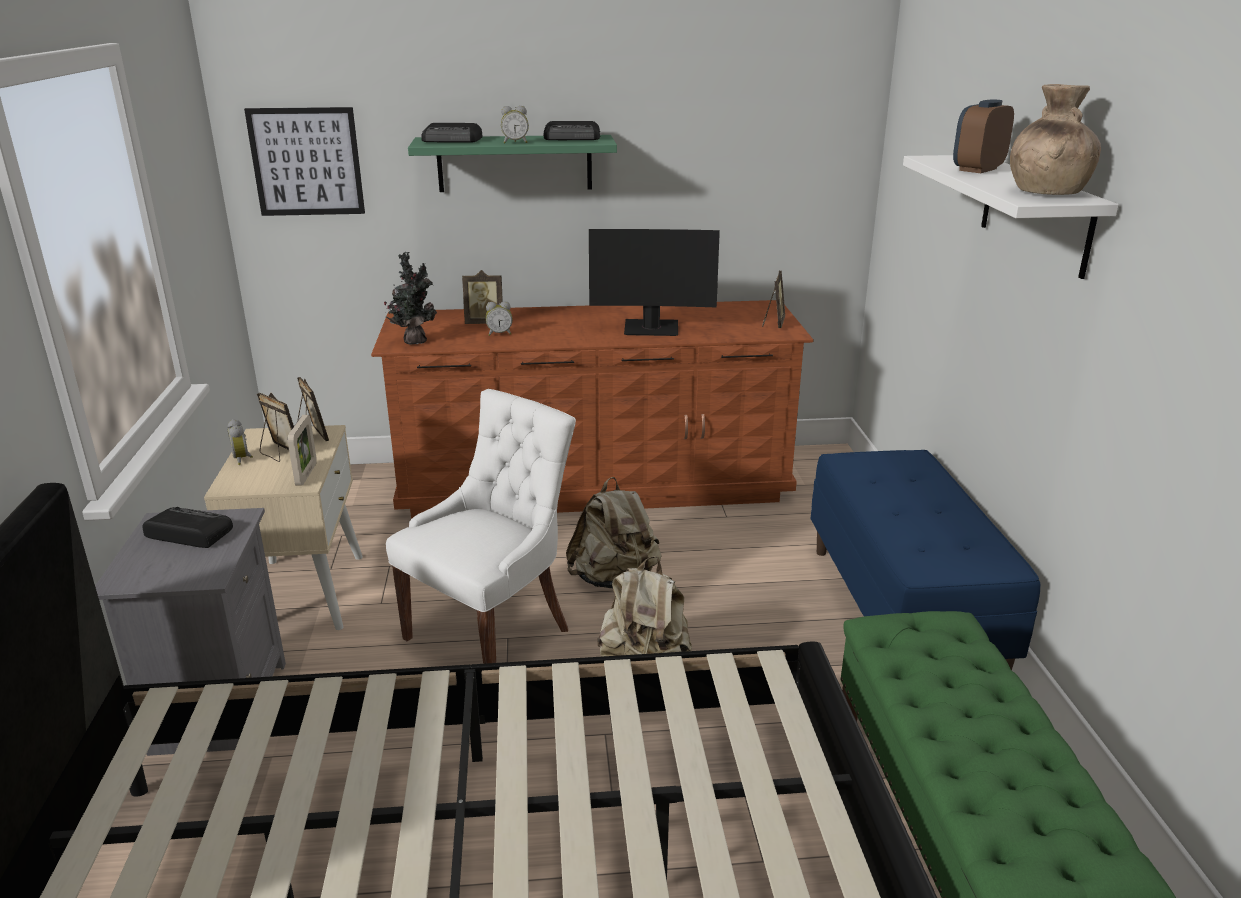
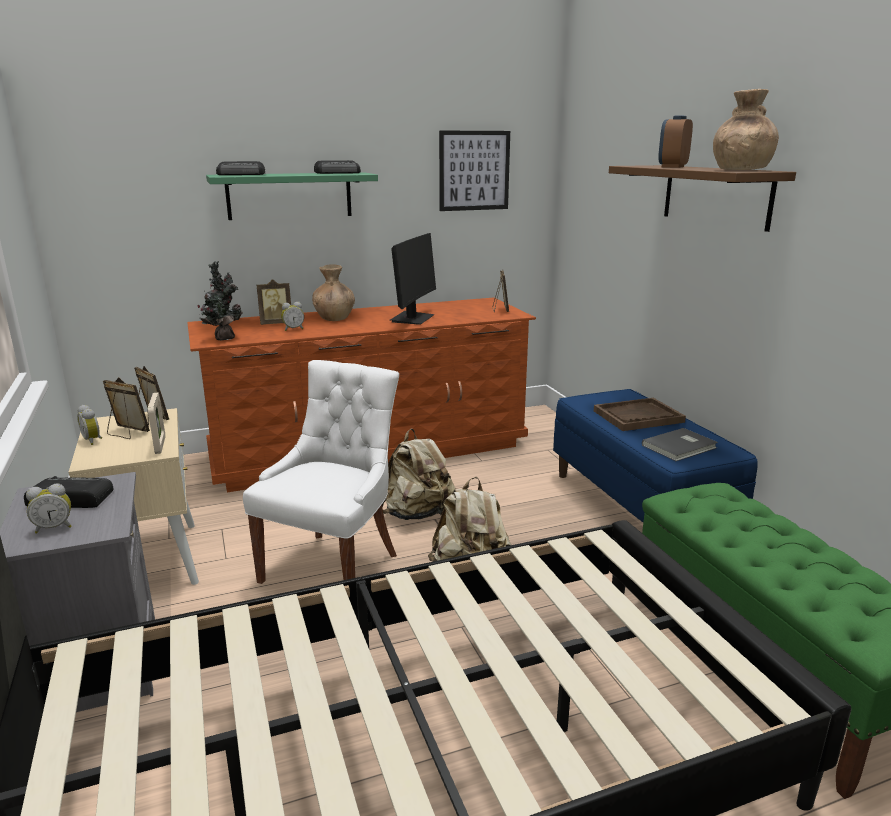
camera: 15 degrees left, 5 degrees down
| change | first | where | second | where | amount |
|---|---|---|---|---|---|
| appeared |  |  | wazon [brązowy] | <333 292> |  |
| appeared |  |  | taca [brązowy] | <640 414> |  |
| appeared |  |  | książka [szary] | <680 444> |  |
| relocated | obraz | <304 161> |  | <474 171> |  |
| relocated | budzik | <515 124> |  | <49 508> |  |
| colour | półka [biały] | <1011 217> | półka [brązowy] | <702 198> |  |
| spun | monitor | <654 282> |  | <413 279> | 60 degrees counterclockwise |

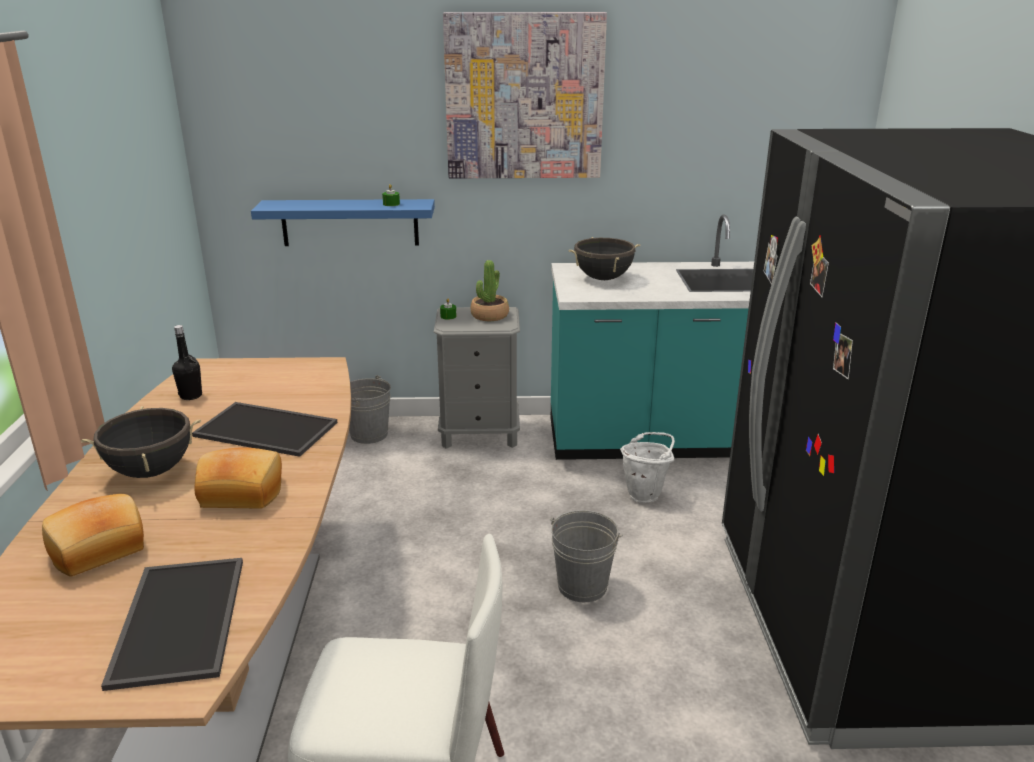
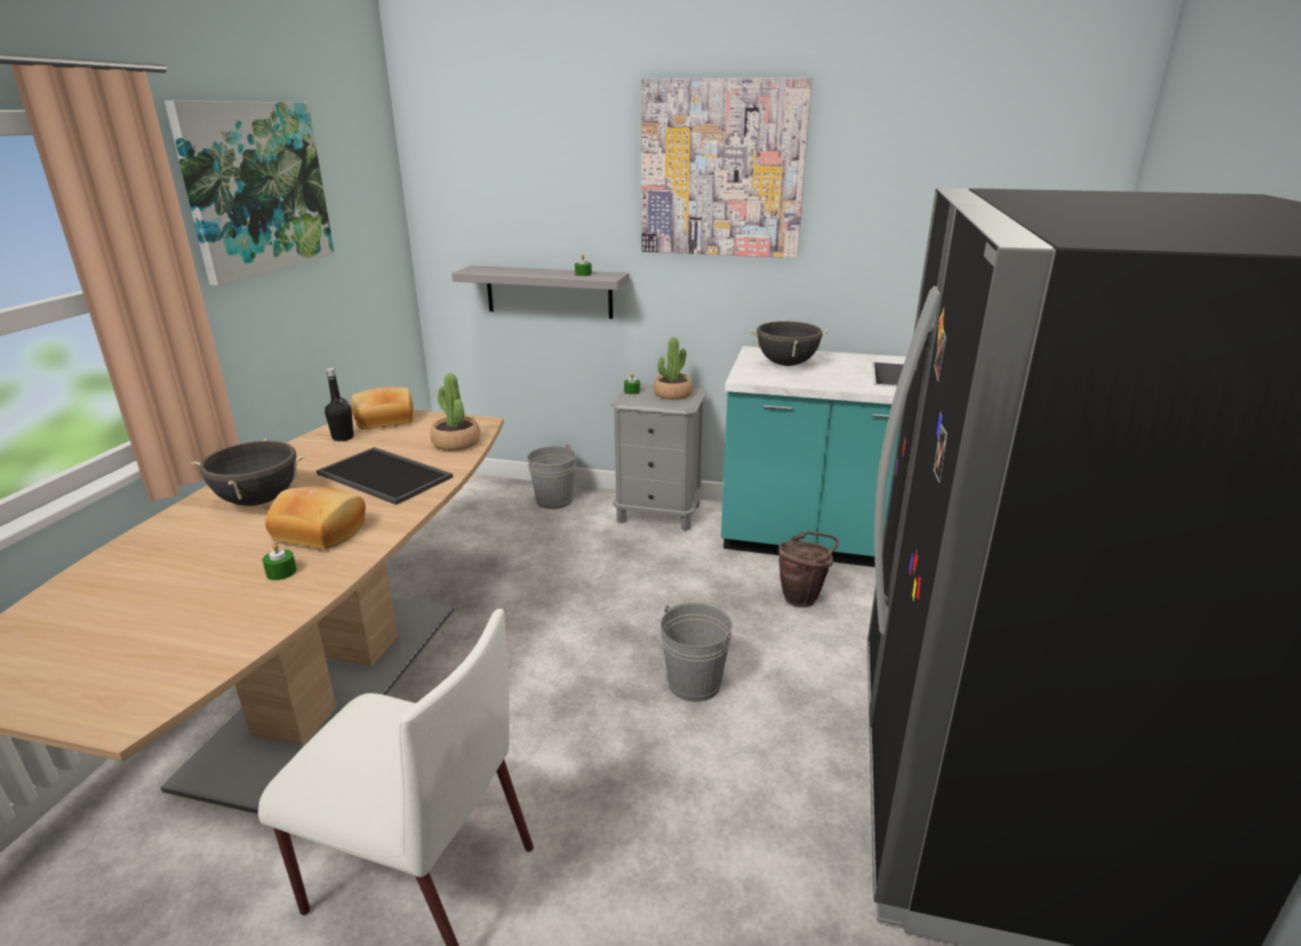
camera: 15 degrees right, 0 degrees up
| change | first | where | second | where | amount |
|---|---|---|---|---|---|
| missing | taca | <172 624> |  |  |  |
| appeared |  |  | obraz | <249 193> |  |
| appeared |  |  | świeca [zielony] | <279 561> |  |
| appeared |  |  | roślina doniczkowa | <455 412> |  |
| relocated | chleb | <93 535> |  | <382 408> |  |
| colour | półka [niebieski] | <343 222> | półka [szary] | <540 292> |  |
| colour | wiadro [biały] | <647 467> | wiadro [brązowy] | <808 569> |  |

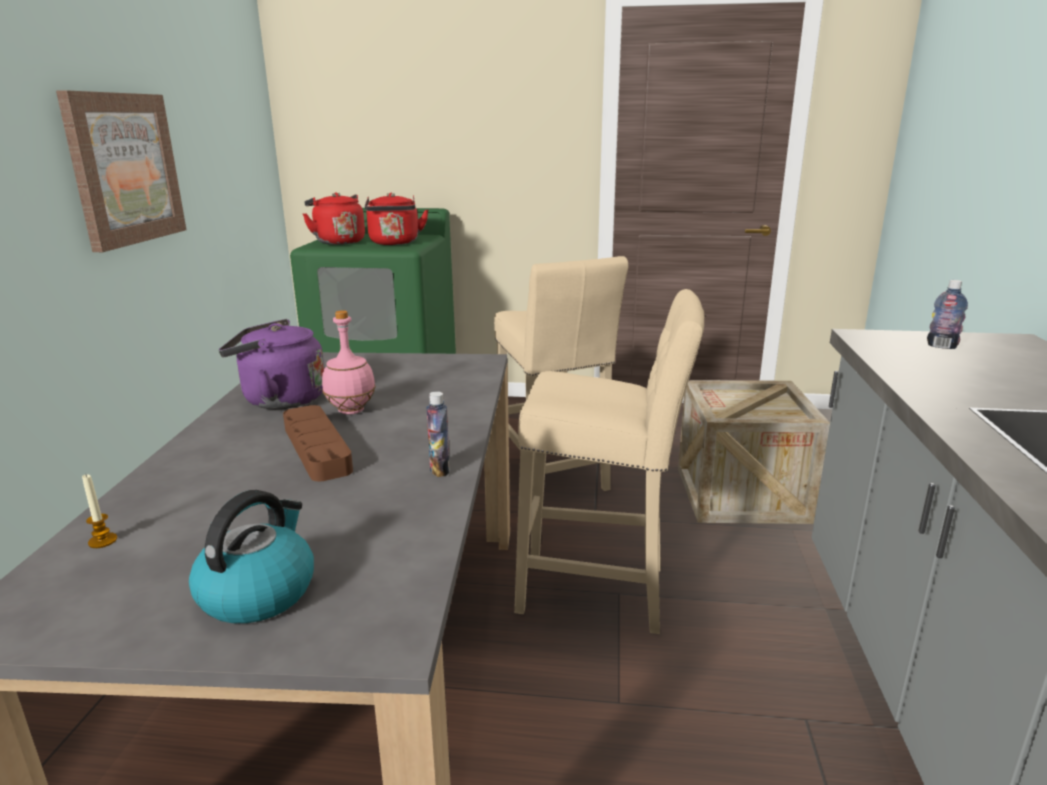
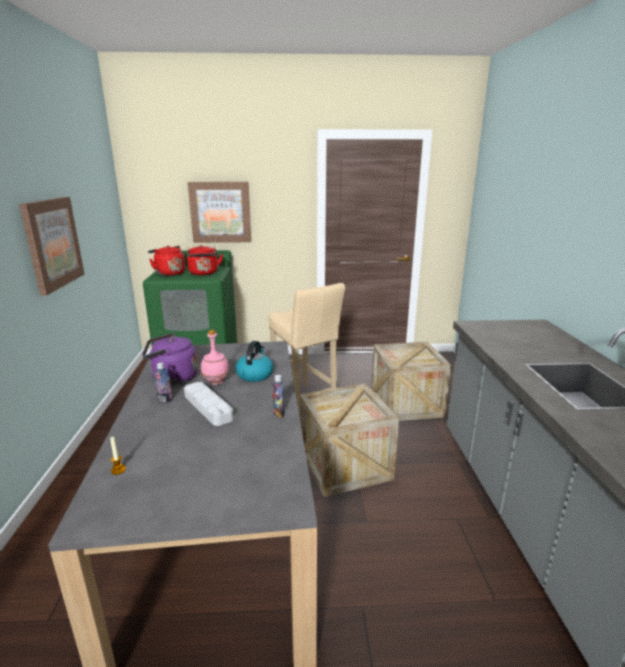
camera: 10 degrees left, 0 degrees up
| change | first | where | second | where | amount |
|---|---|---|---|---|---|
| appeared |  |  | obraz | <219 212> |  |
| relocated | czajnik | <251 556> |  | <254 361> |  |
| relocated | butelka | <947 314> |  | <163 382> |  |
| exchanged | stołek [beżowy] | <609 461> | skrzynka | <349 440> |  |
| colour | taca [brązowy] | <318 443> | taca [szary] | <209 404> |  |

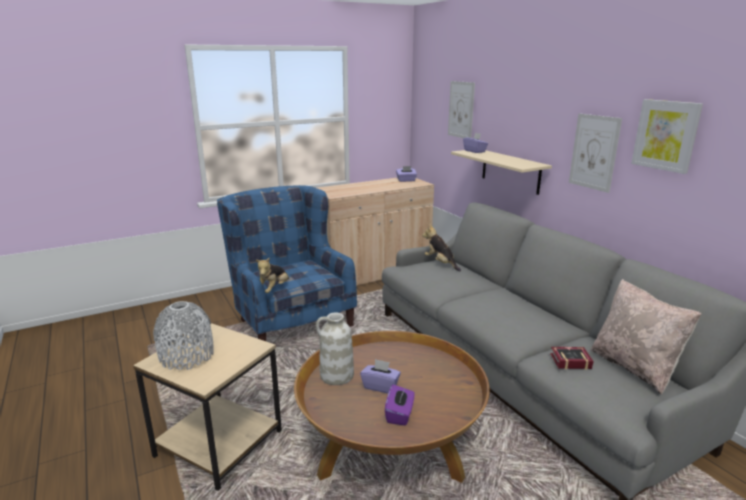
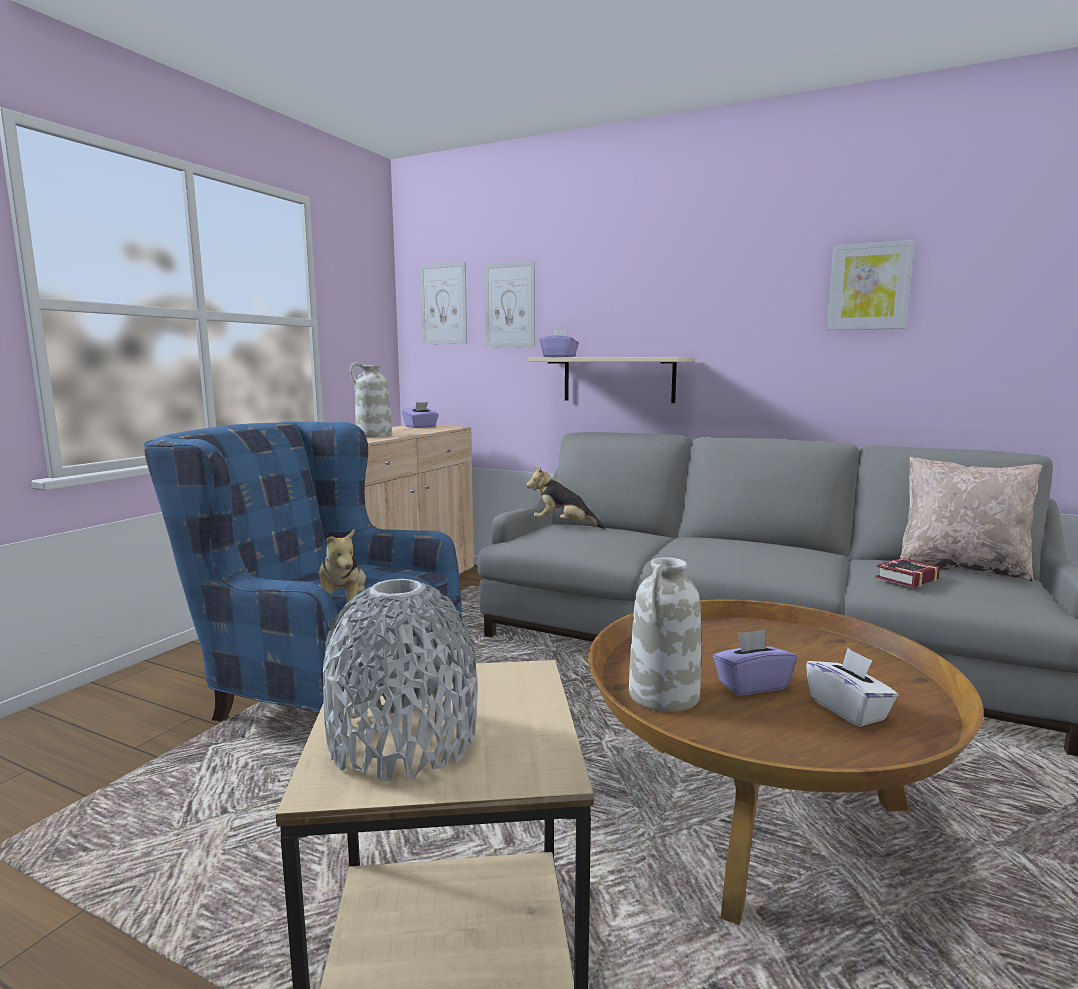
camera: 35 degrees left, 10 degrees down
| change | first | where | second | where | amount |
|---|---|---|---|---|---|
| appeared |  |  | wazon [biały] | <371 399> |  |
| relocated | obraz | <595 153> |  | <443 303> |  |
| colour | pudełko chusteczek [fioletowy] | <400 405> | pudełko chusteczek [biały] | <852 687> |  |

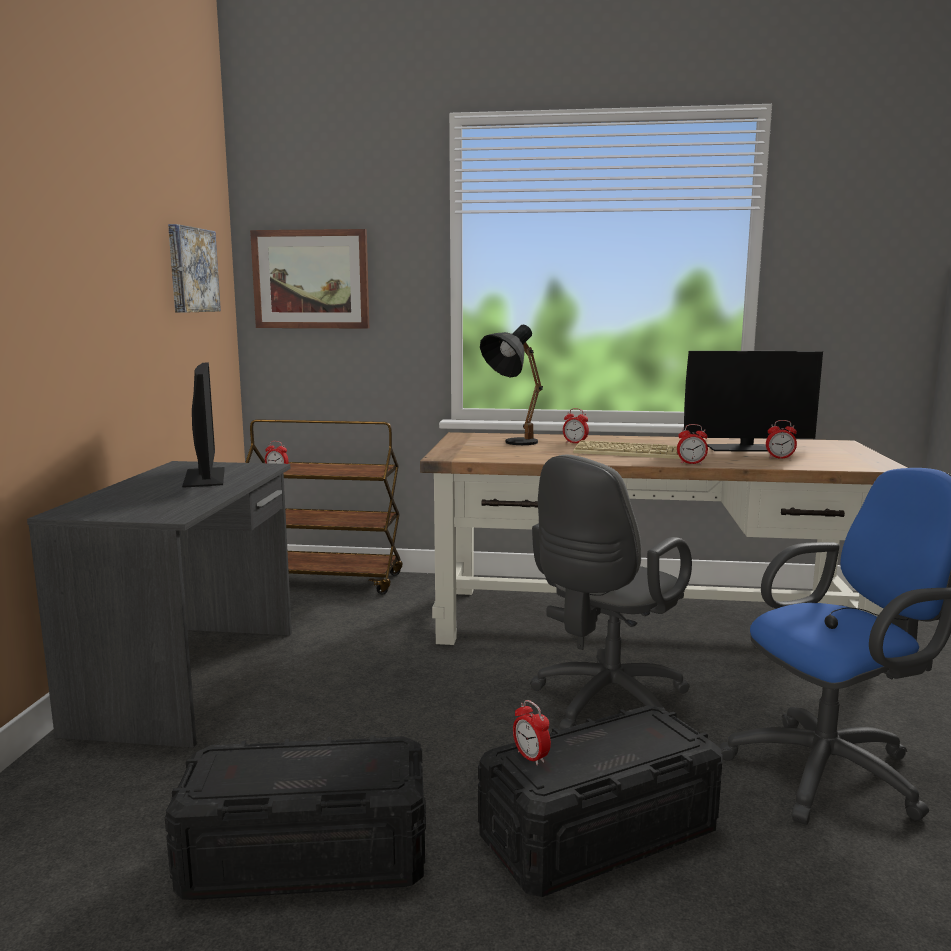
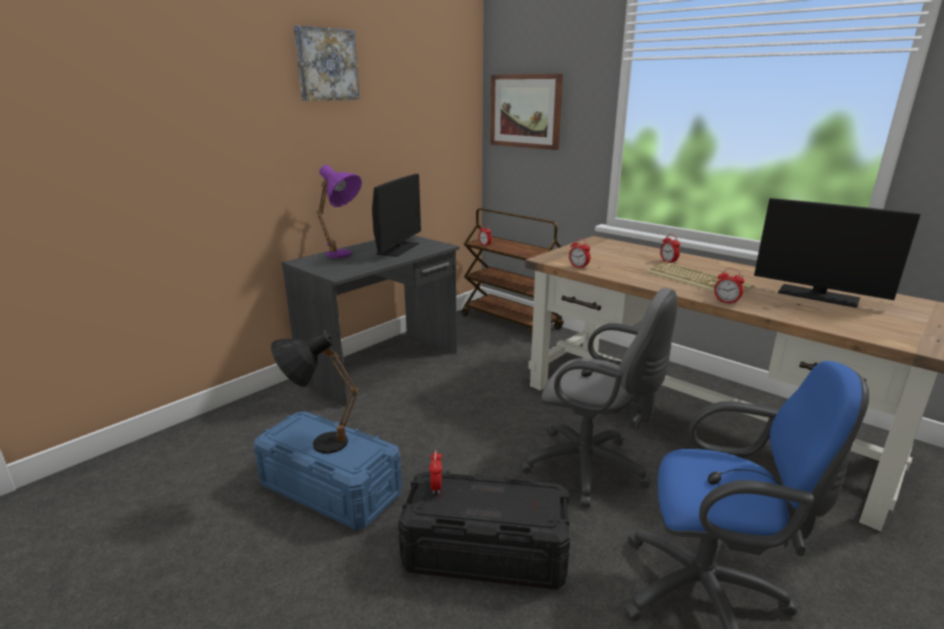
camera: 35 degrees right, 10 degrees up
| change | first | where | second | where | amount |
|---|---|---|---|---|---|
| appeared |  |  | lampa stołowa [fioletowy] | <339 211> |  |
| relocated | obraz | <194 268> |  | <327 63> |  |
| relocated | lampa stołowa [czarny] | <511 385> |  | <315 392> |  |
| relocated | budzik | <781 439> |  | <579 253> |  |
| colour | pojemnik do przechowywania [czarny] | <295 817> | pojemnik do przechowywania [niebieski] | <328 471> |  |
| spun | krzesło biurowe [szary] | <611 592> |  | <598 397> | 135 degrees counterclockwise |

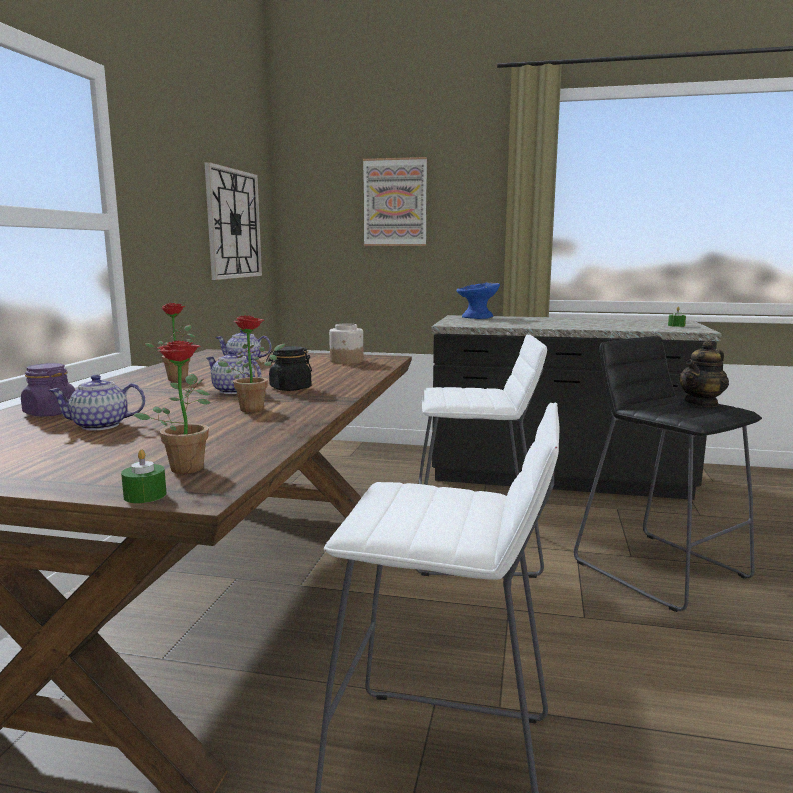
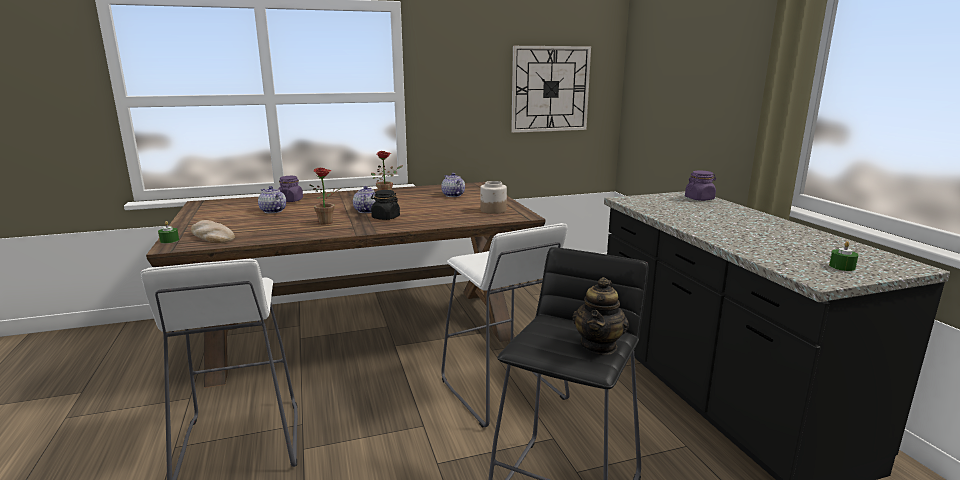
camera: 60 degrees right, 5 degrees up
| change | first | where | second | where | amount |
|---|---|---|---|---|---|
| missing | obraz | <395 201> |  |  |  |
| exchanged | roślina doniczkowa | <172 407> | chleb | <213 232> |  |
| exchanged | miska [niebieski] | <478 300> | słoik [fioletowy] | <700 186> |  |
| spun | imbryk | <704 373> |  | <600 316> | 90 degrees counterclockwise |

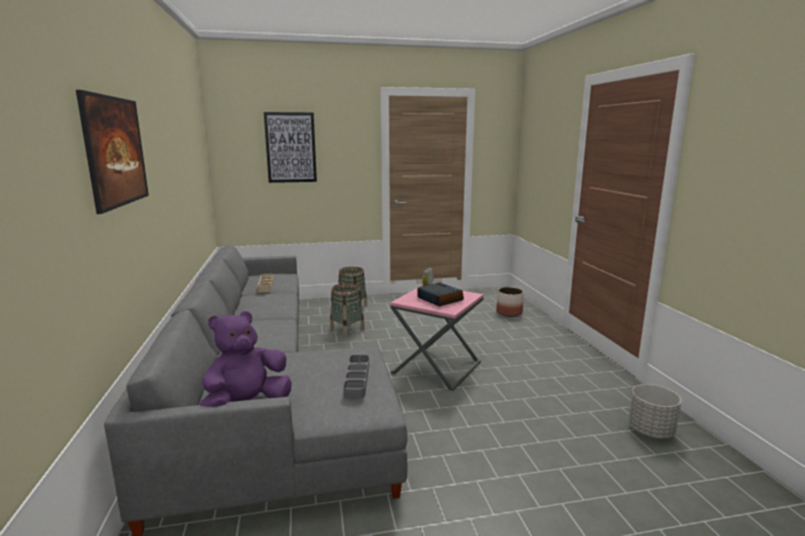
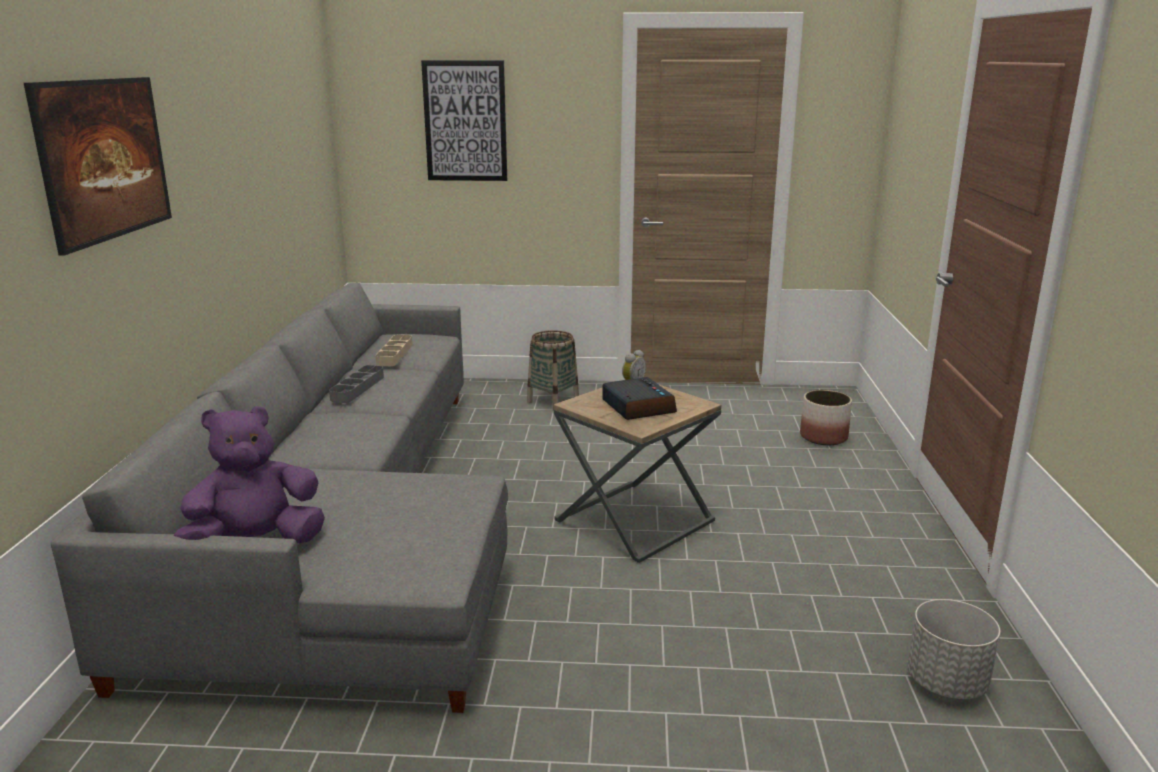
camera: 15 degrees right, 5 degrees up
| change | first | where | second | where | amount |
|---|---|---|---|---|---|
| missing | koszyk | <347 310> |  |  |  |
| relocated | taca [szary] | <356 377> |  | <356 384> |  |
| colour | stolik [różowy] | <437 338> | stolik [brązowy] | <637 473> |  |

